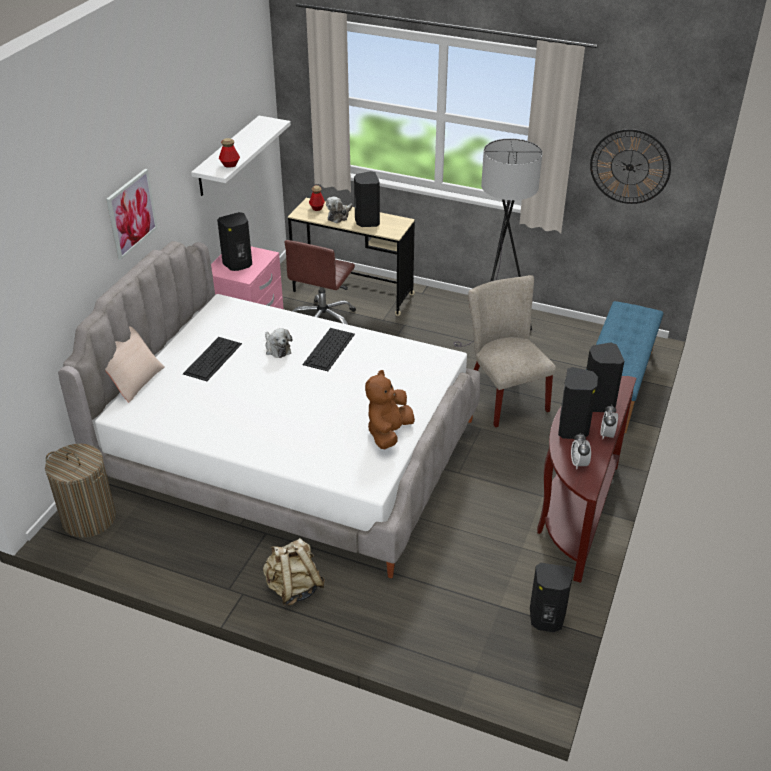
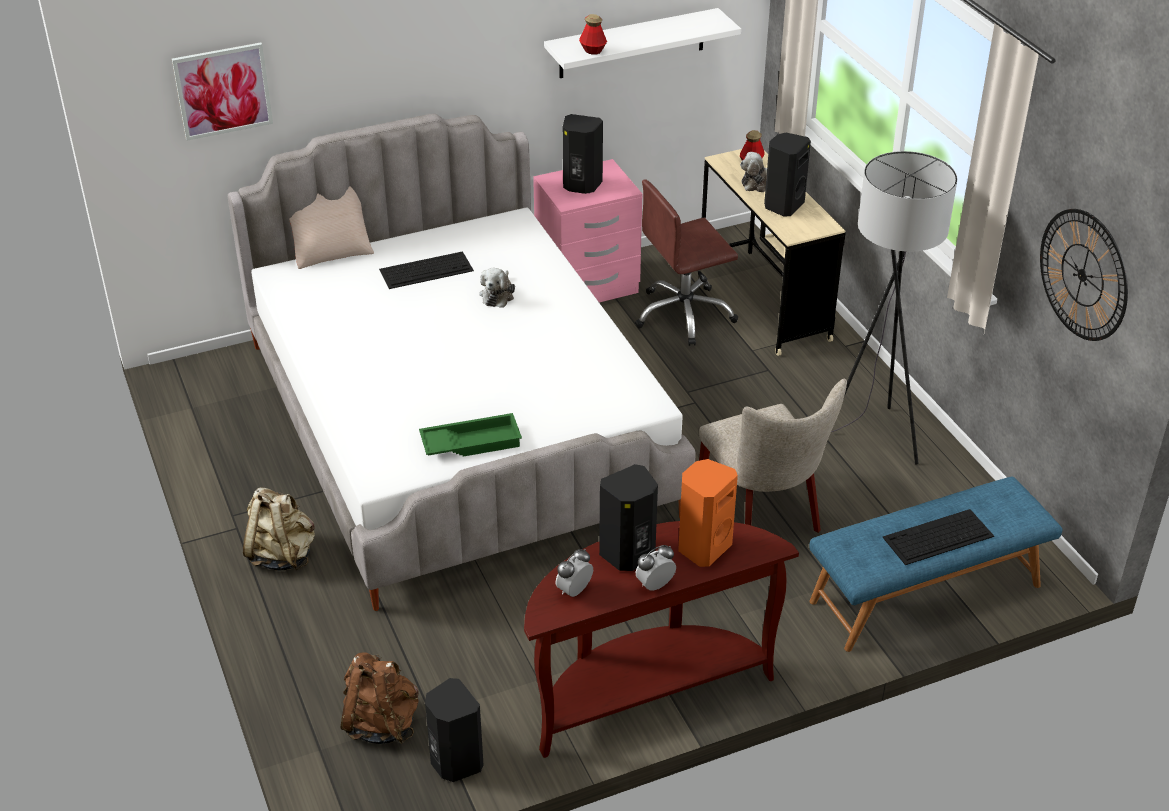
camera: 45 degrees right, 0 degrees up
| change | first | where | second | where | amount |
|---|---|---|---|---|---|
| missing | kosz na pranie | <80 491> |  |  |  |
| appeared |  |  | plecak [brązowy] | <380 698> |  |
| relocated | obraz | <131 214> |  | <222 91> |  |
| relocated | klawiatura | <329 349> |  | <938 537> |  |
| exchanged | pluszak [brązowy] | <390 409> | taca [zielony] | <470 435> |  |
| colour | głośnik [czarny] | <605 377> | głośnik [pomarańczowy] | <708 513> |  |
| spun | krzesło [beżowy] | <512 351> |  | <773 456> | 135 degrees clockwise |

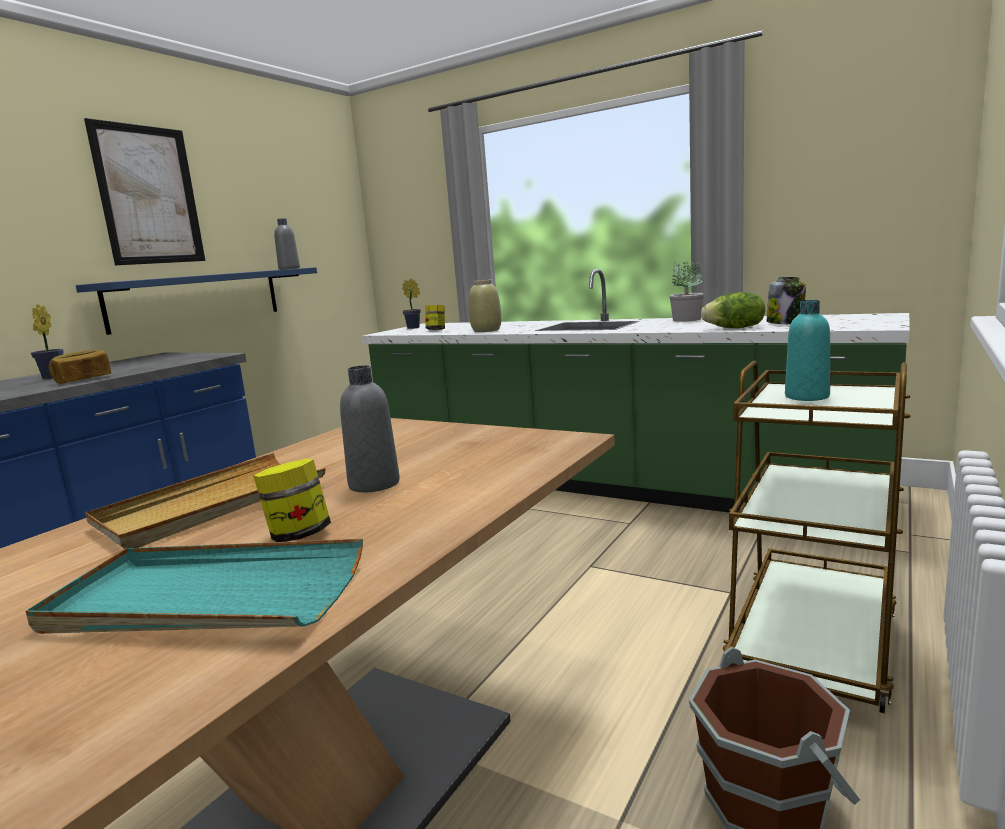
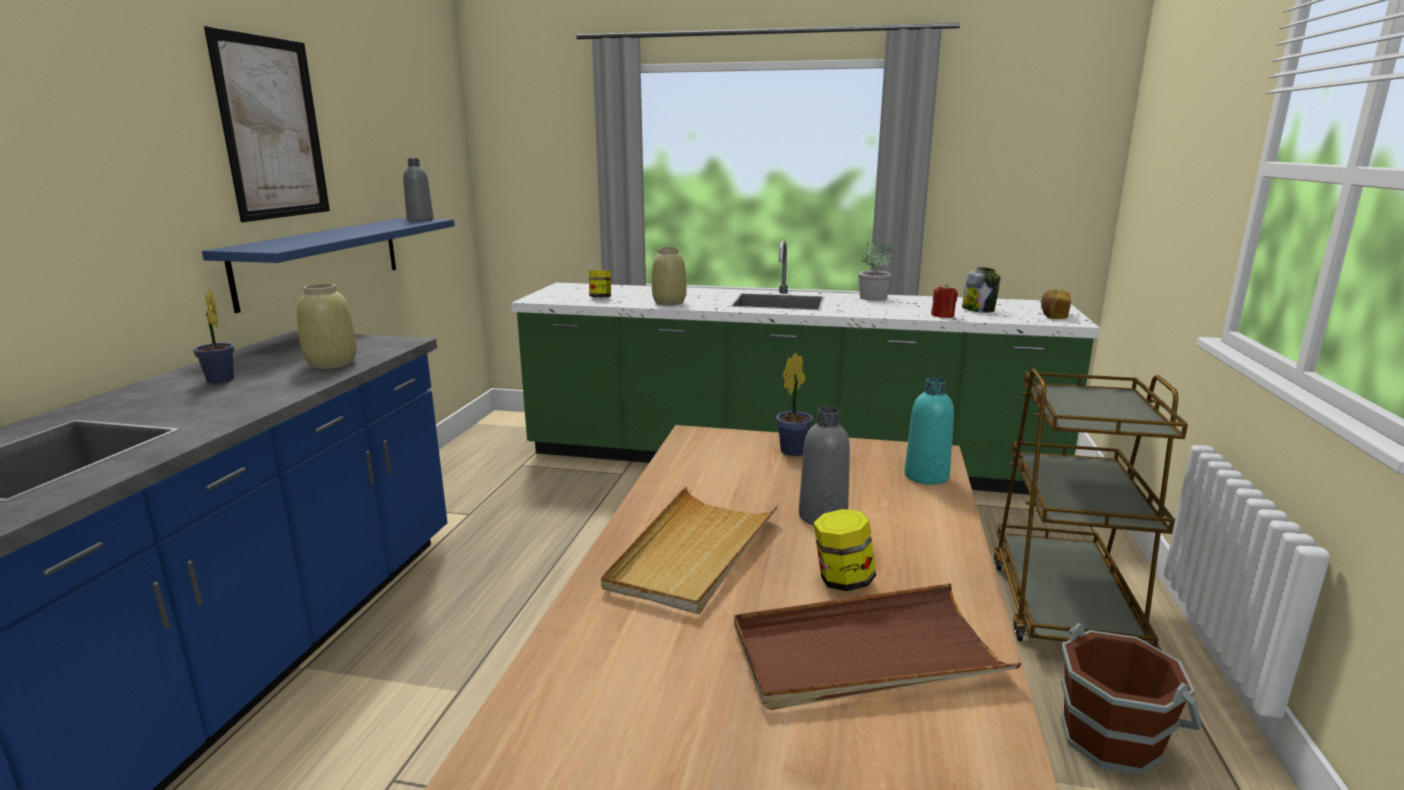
camera: 20 degrees left, 5 degrees up
| change | first | where | second | where | amount |
|---|---|---|---|---|---|
| appeared |  |  | wazon [beżowy] | <327 326> |  |
| relocated | chleb | <80 367> |  | <1056 304> |  |
| relocated | roślina doniczkowa | <411 303> |  | <794 404> |  |
| relocated | butelka [turkusowy] | <807 350> |  | <929 431> |  |
| exchanged | sałata | <733 310> | świeca [czerwony] | <944 301> |  |
| colour | taca [turkusowy] | <194 586> | taca [brązowy] | <877 646> |  |

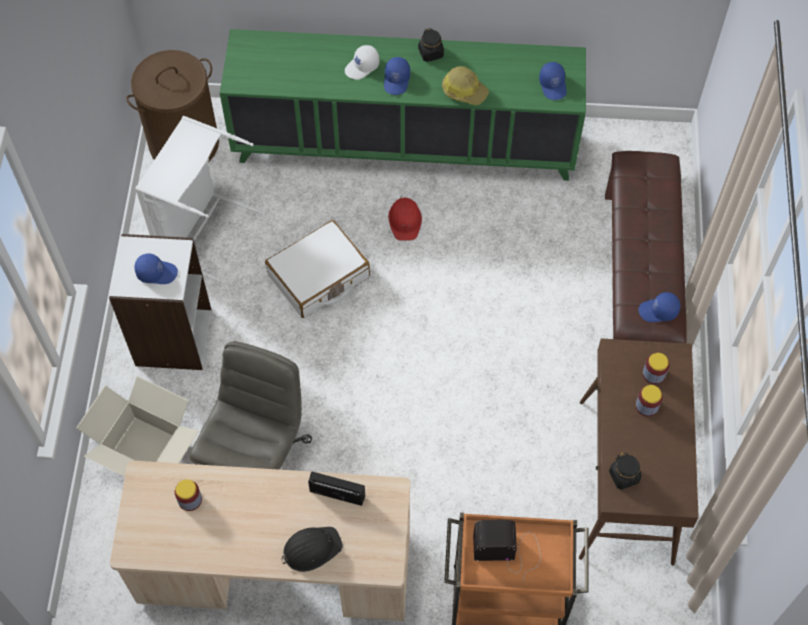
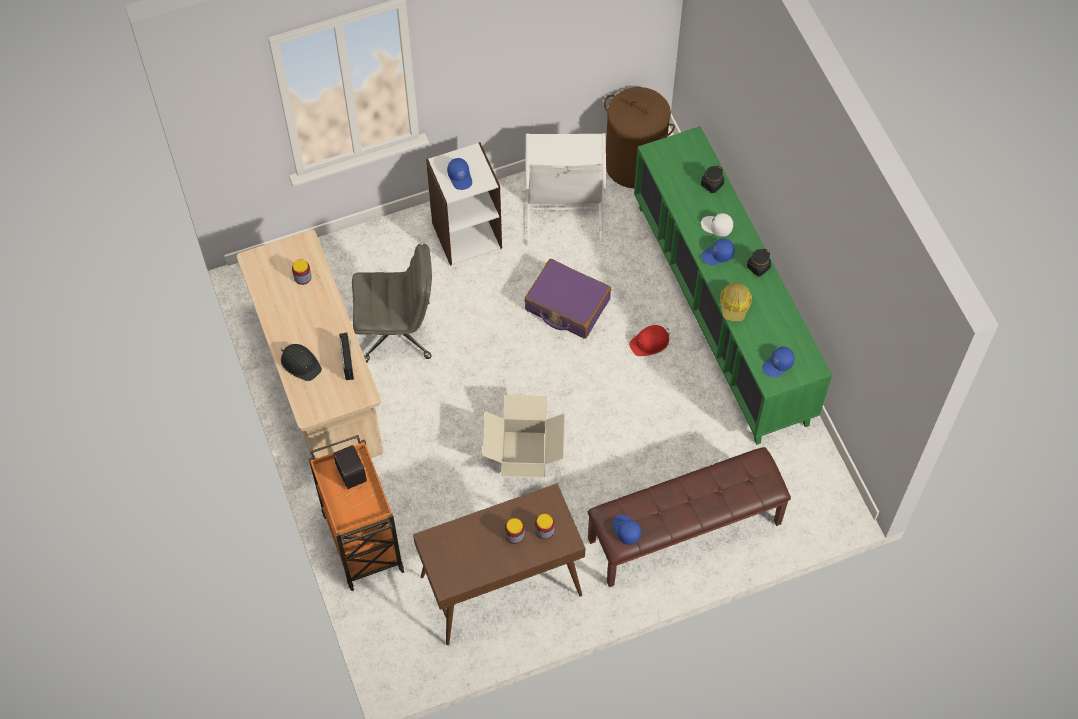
camera: 65 degrees right, 0 degrees up
| change | first | where | second | where | amount |
|---|---|---|---|---|---|
| relocated | karton | <137 426> |  | <523 436> |  |
| relocated | słoik [czarny] | <625 471> |  | <712 179> |  |
| colour | walizka [biały] | <317 269> | walizka [fioletowy] | <567 299> |  |

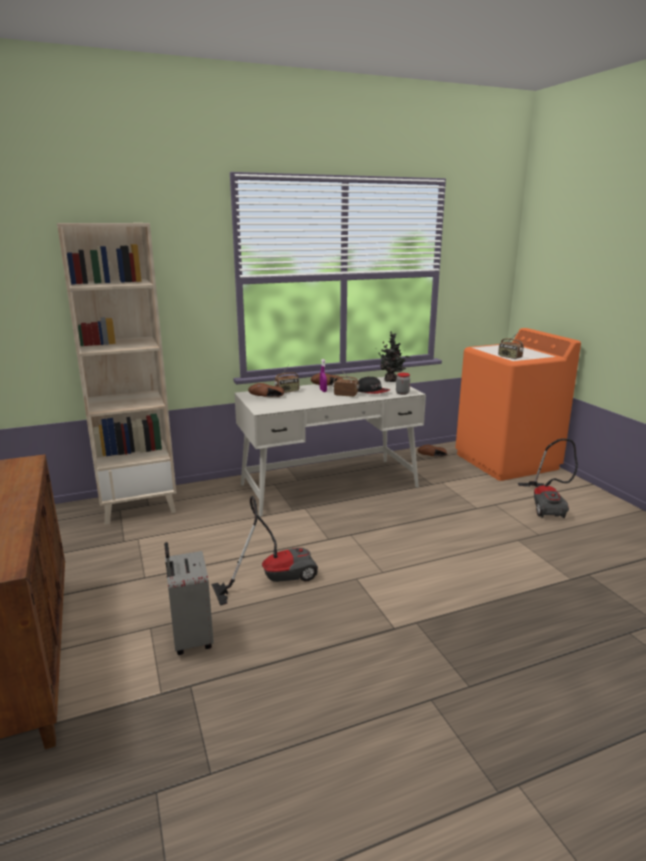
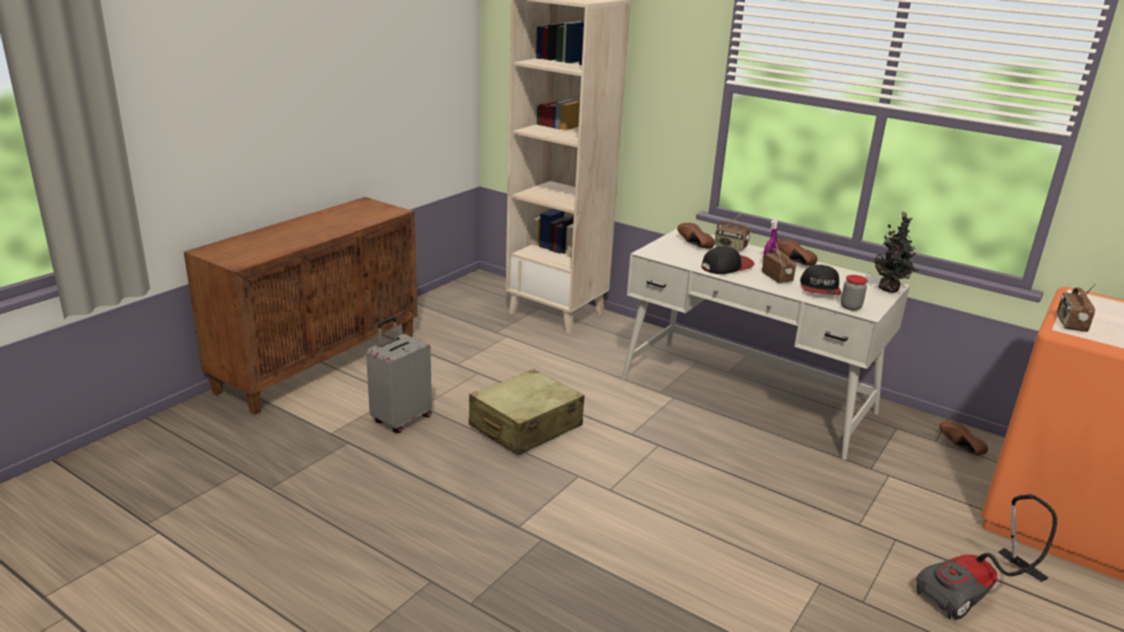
camera: 55 degrees right, 5 degrees up
| change | first | where | second | where | amount |
|---|---|---|---|---|---|
| appeared |  |  | czapka z daszkiem | <728 260> |  |
| exchanged | odkurzacz | <265 551> | walizka [beżowy] | <526 412> |  |

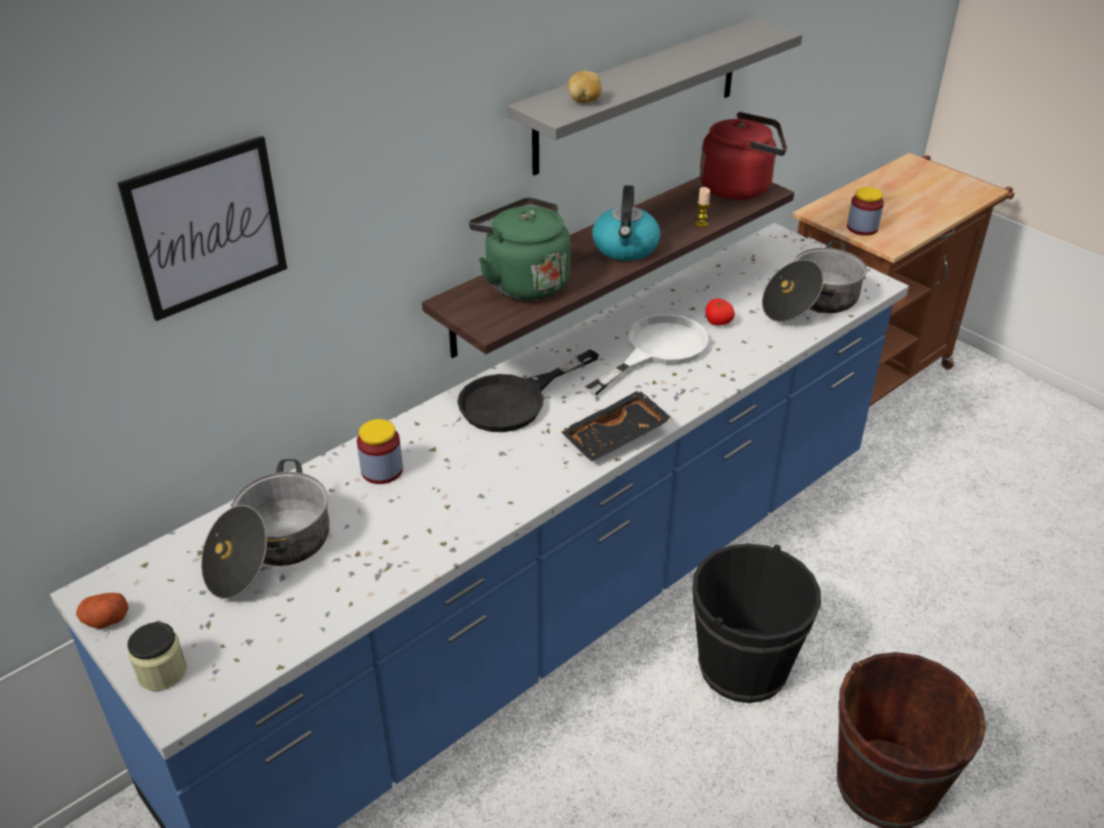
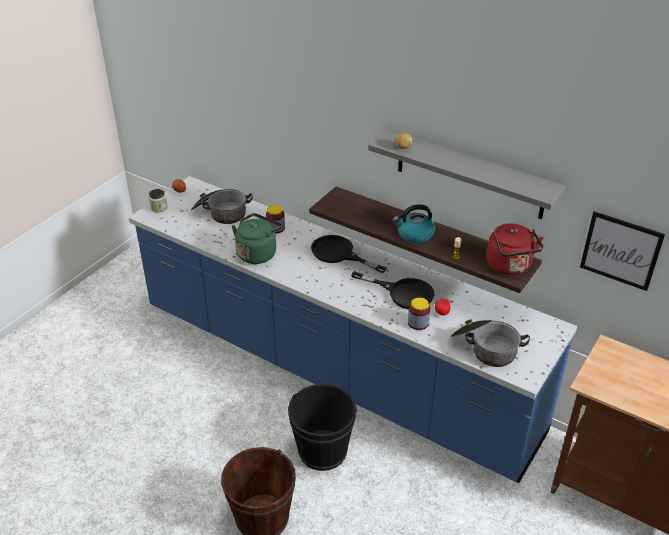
camera: 75 degrees right, 0 degrees up
| change | first | where | second | where | amount |
|---|---|---|---|---|---|
| missing | taca [czarny] | <616 426> |  |  |  |
| relocated | obraz | <202 228> |  | <622 251> |  |
| relocated | czajnik [zielony] | <520 248> |  | <257 238> |  |
| relocated | słoik | <865 211> |  | <419 313> |  |
| colour | patelnia [biały] | <647 355> | patelnia [czarny] | <392 290> |  |

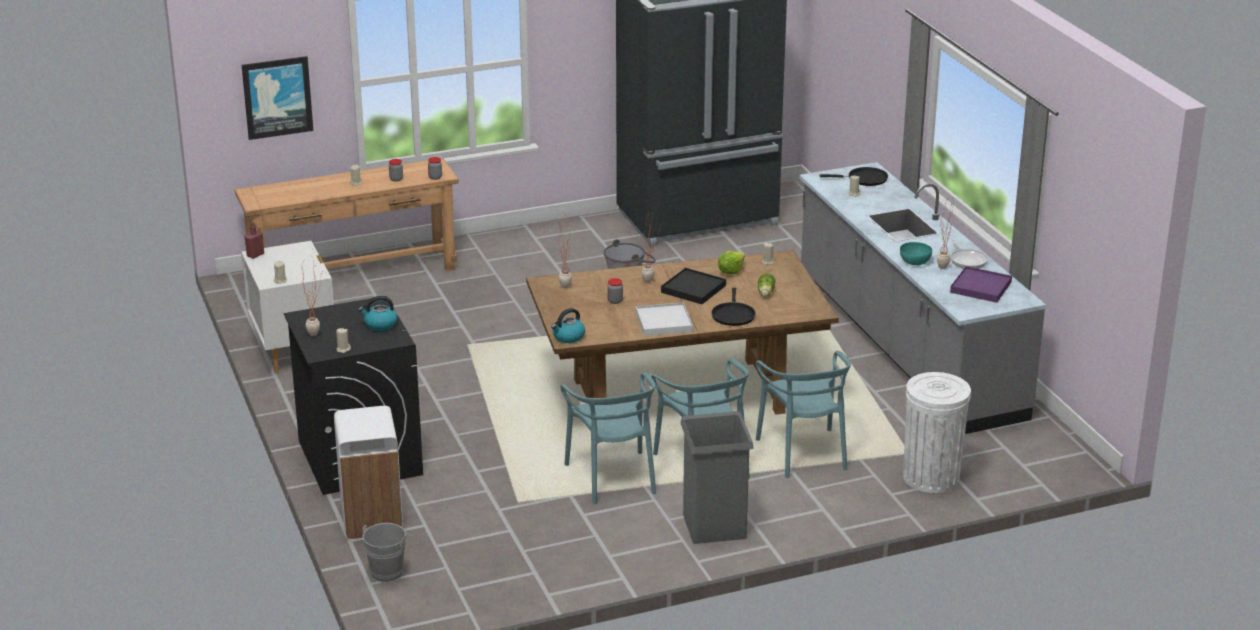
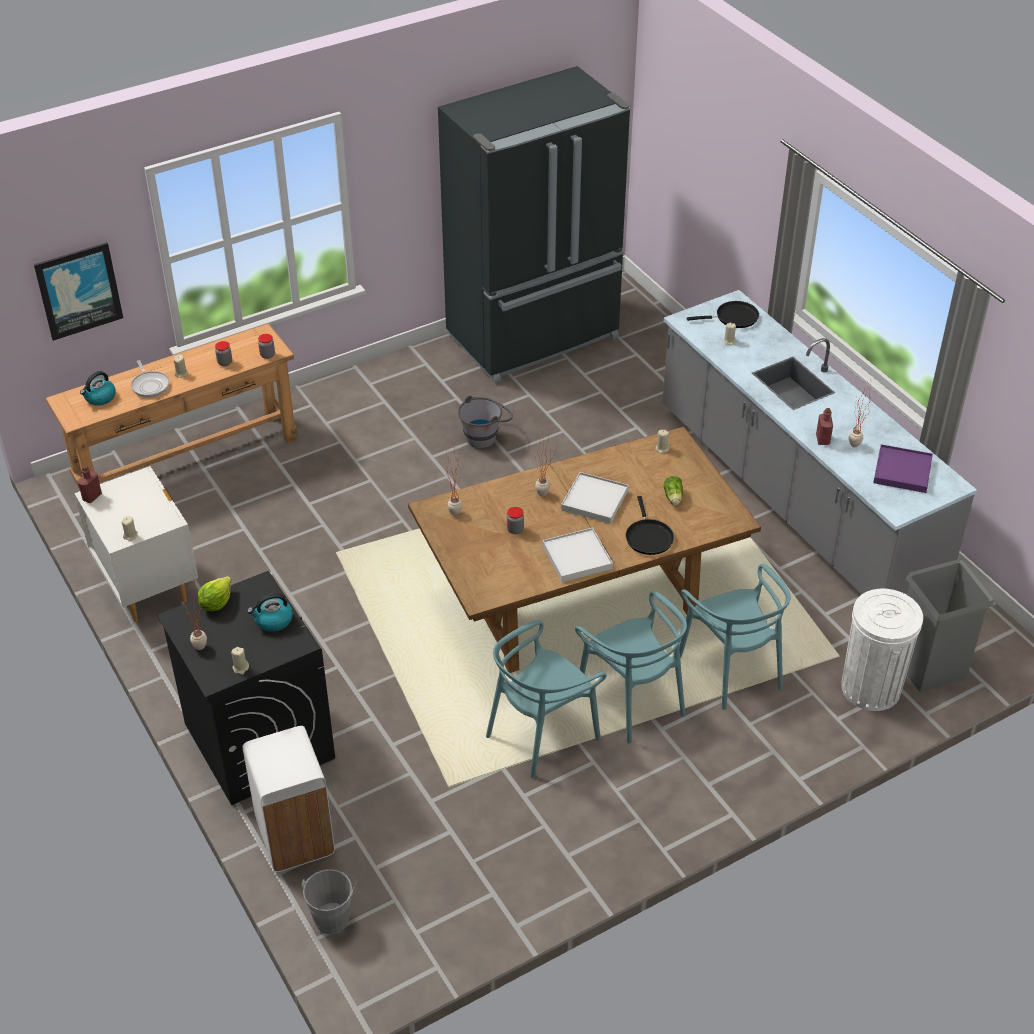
camera: 10 degrees left, 15 degrees up
| change | first | where | second | where | amount |
|---|---|---|---|---|---|
| relocated | czajnik | <568 325> |  | <98 388> |  |
| relocated | kosz na śmieci [szary] | <717 477> |  | <949 625> |  |
| relocated | sałata | <731 262> |  | <214 593> |  |
| relocated | patelnia | <969 254> |  | <150 379> |  |
| exchanged | miska [turkusowy] | <916 253> | butelka [czerwony] | <824 426> |  |
| colour | taca [czarny] | <693 286> | taca [biały] | <594 498> |  |
| spun | krzesło [turkusowy] | <608 438> |  | <546 699> | 75 degrees clockwise |

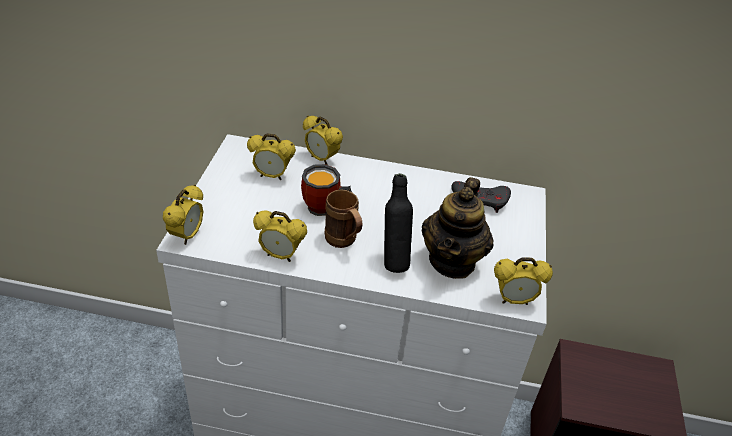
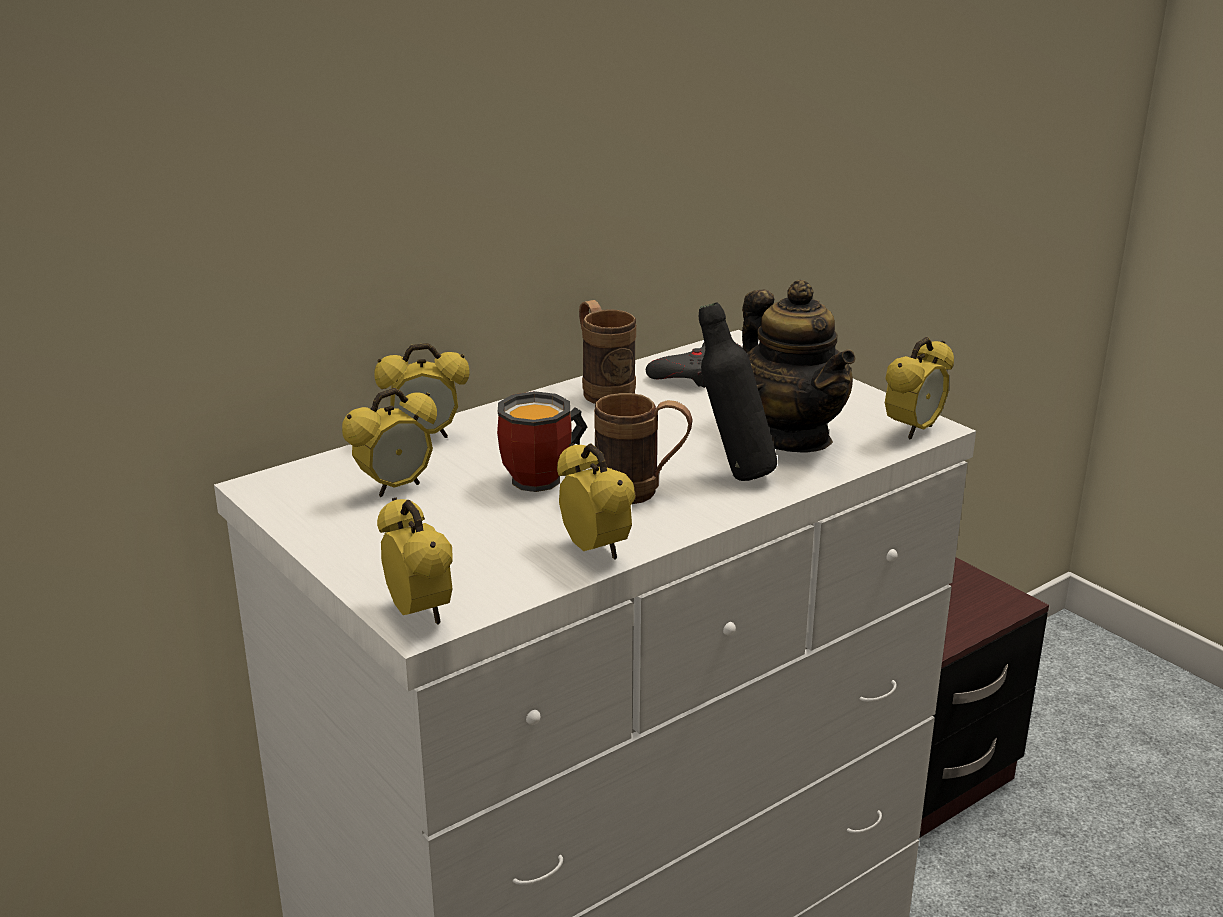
camera: 45 degrees left, 15 degrees down
| change | first | where | second | where | amount |
|---|---|---|---|---|---|
| appeared |  |  | kubek [brązowy] | <607 352> |  |
| spun | budzik | <280 236> |  | <596 501> | 90 degrees counterclockwise |

